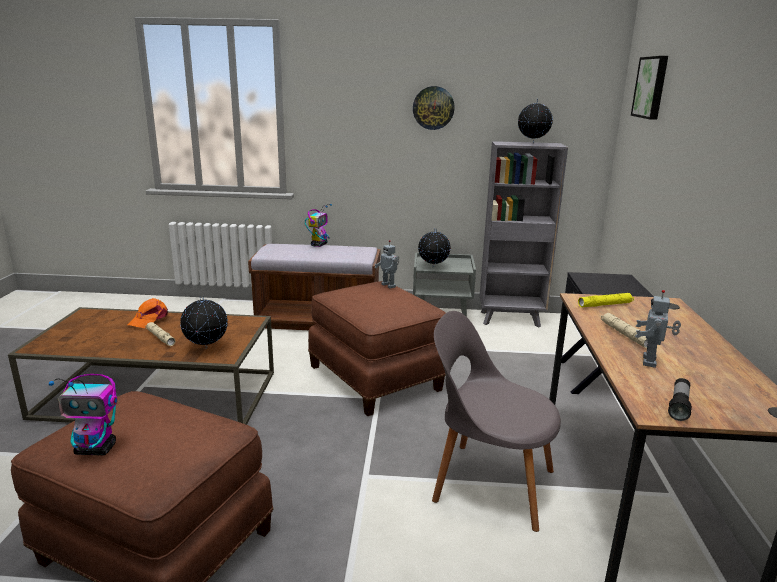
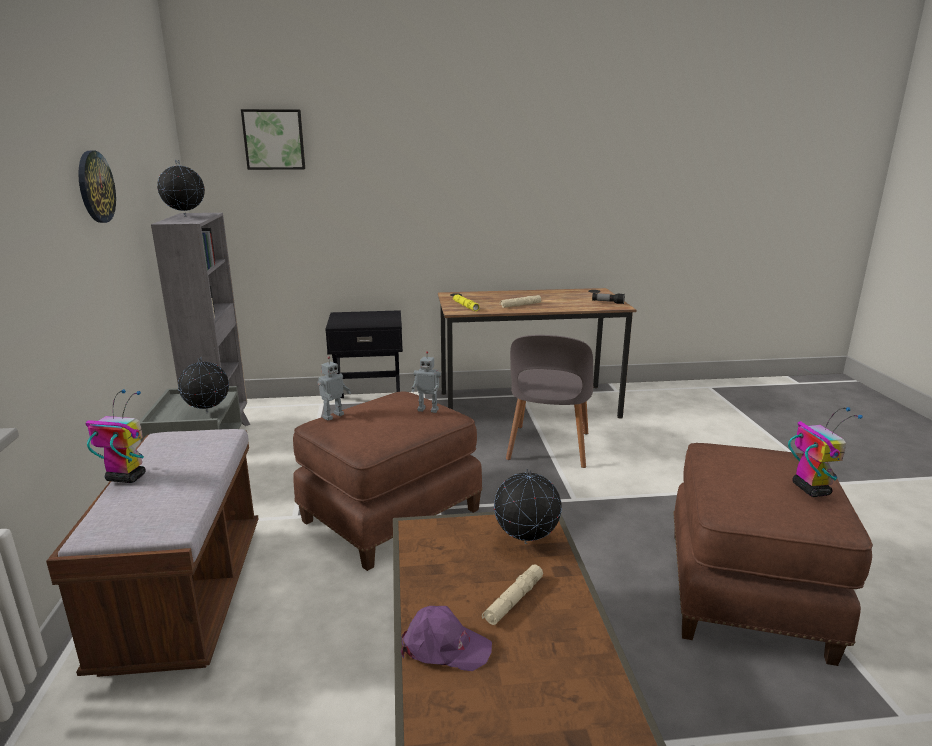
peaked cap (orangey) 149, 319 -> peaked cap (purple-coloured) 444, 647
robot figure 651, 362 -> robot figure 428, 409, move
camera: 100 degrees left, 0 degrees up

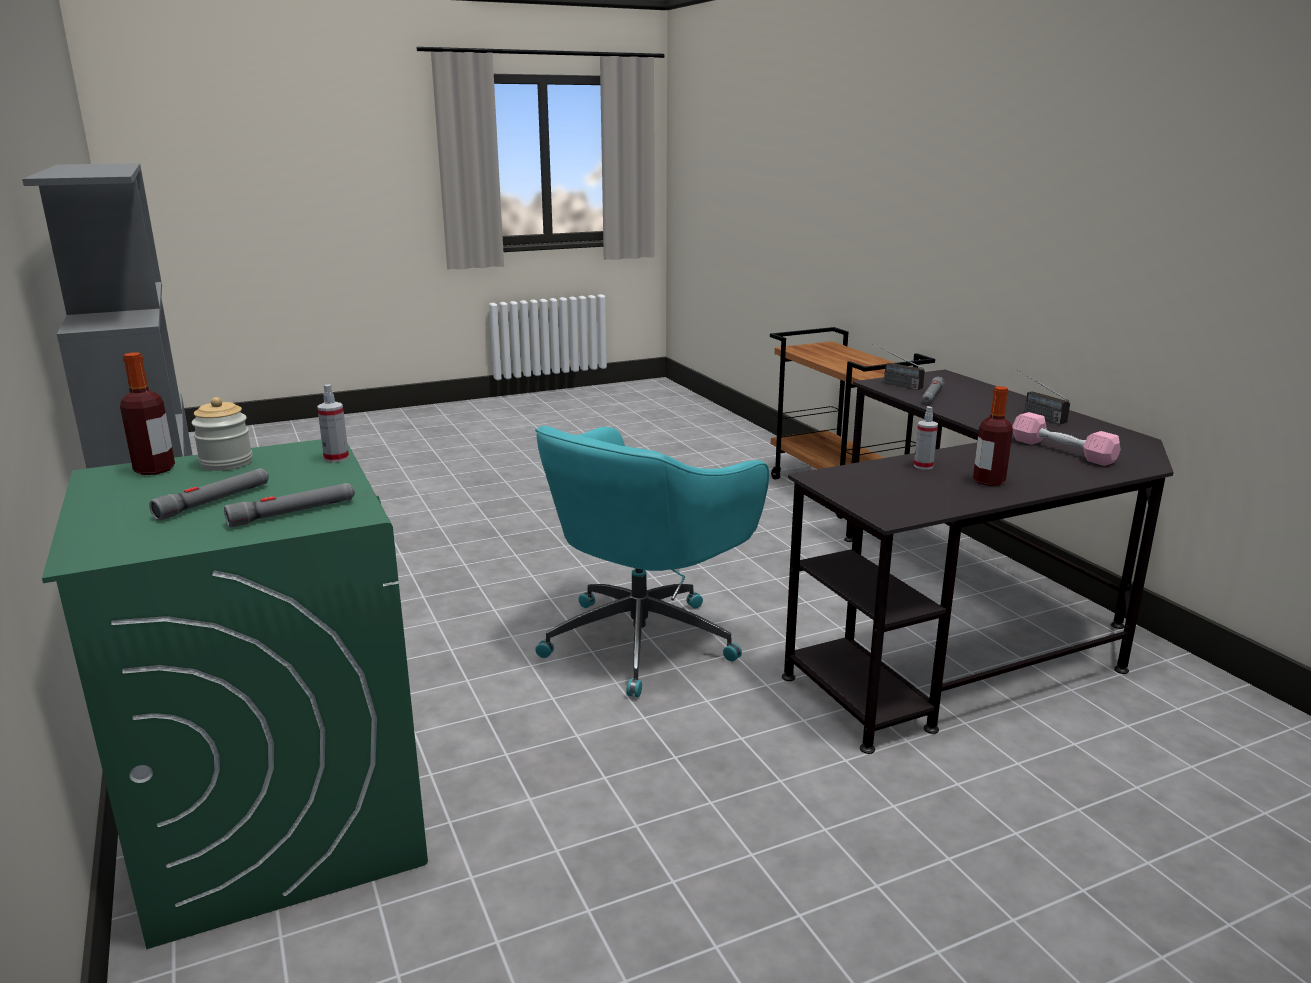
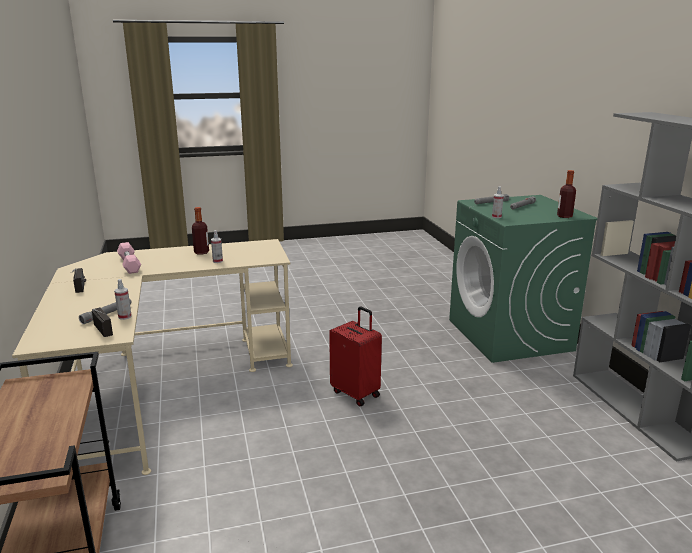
storage jar 226, 463 -> none
desk chair (turquoise) 644, 639 -> suitcase (red-coloured) 356, 393
desk (black-coloured) 962, 621 -> desk (beige) 162, 386
none -> spray bottle 125, 317
camera: 170 degrees left, 0 degrees up

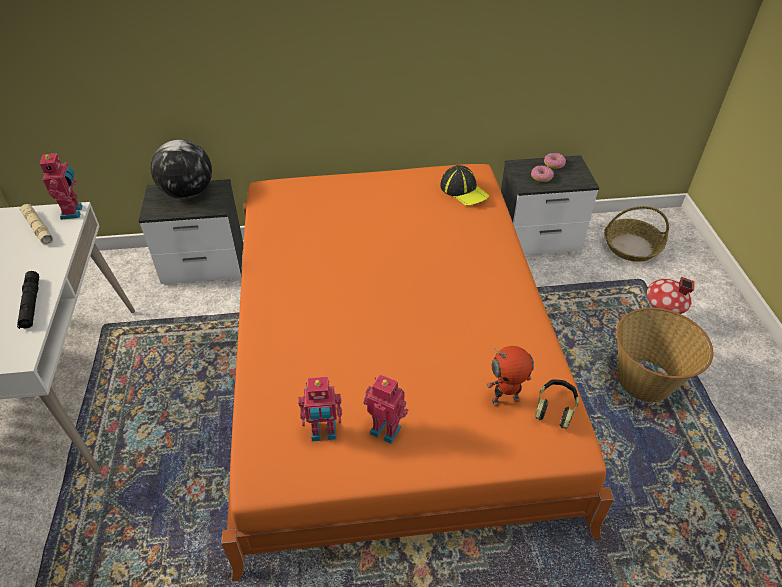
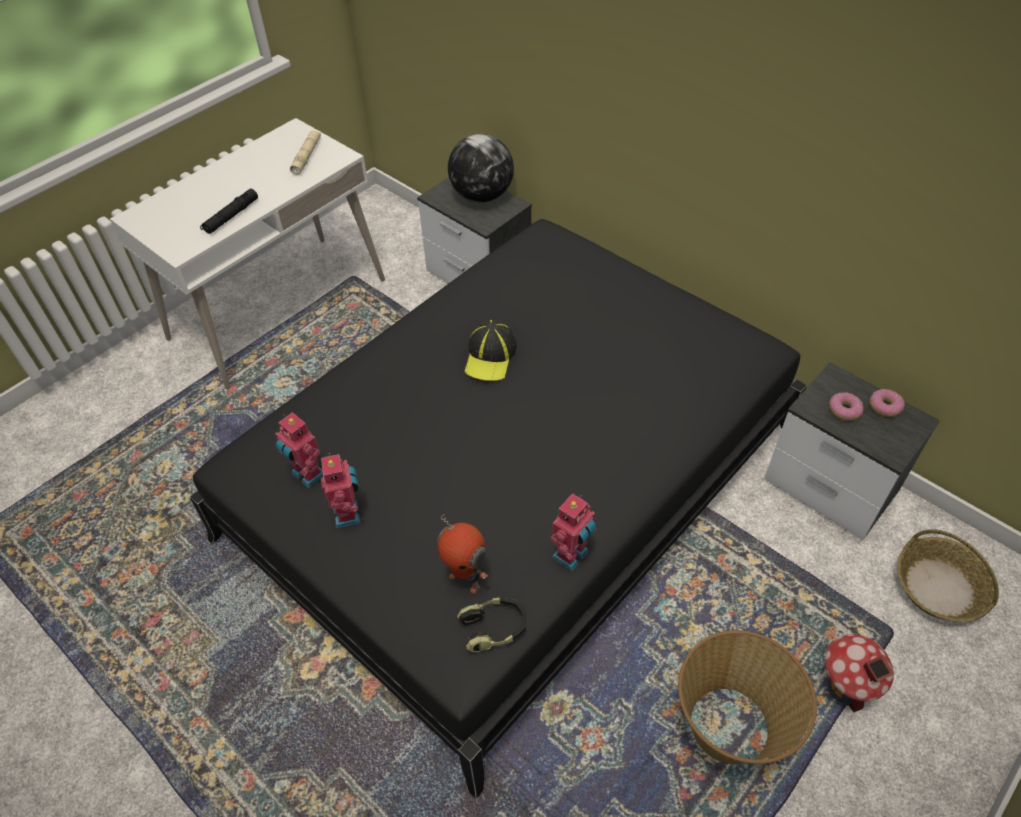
robot figure 73, 212 -> robot figure 572, 556, move
bed (orangey) 391, 362 -> bed (black-coloured) 512, 484
peaked cap 464, 191 -> peaked cap 490, 356, move
camera: 50 degrees right, 5 degrees up

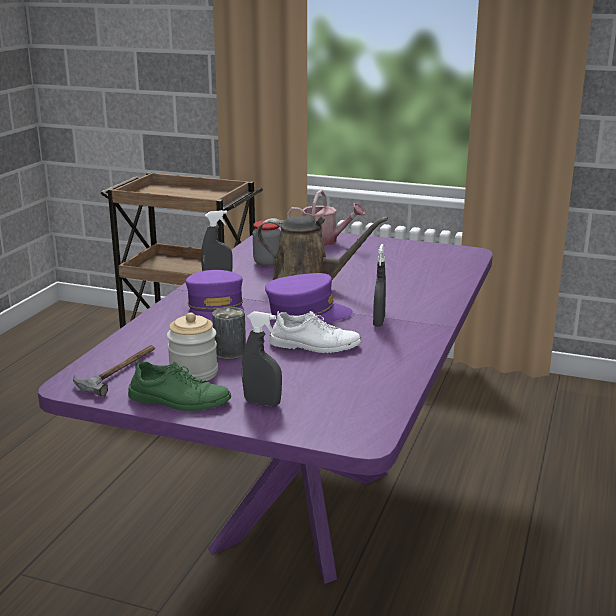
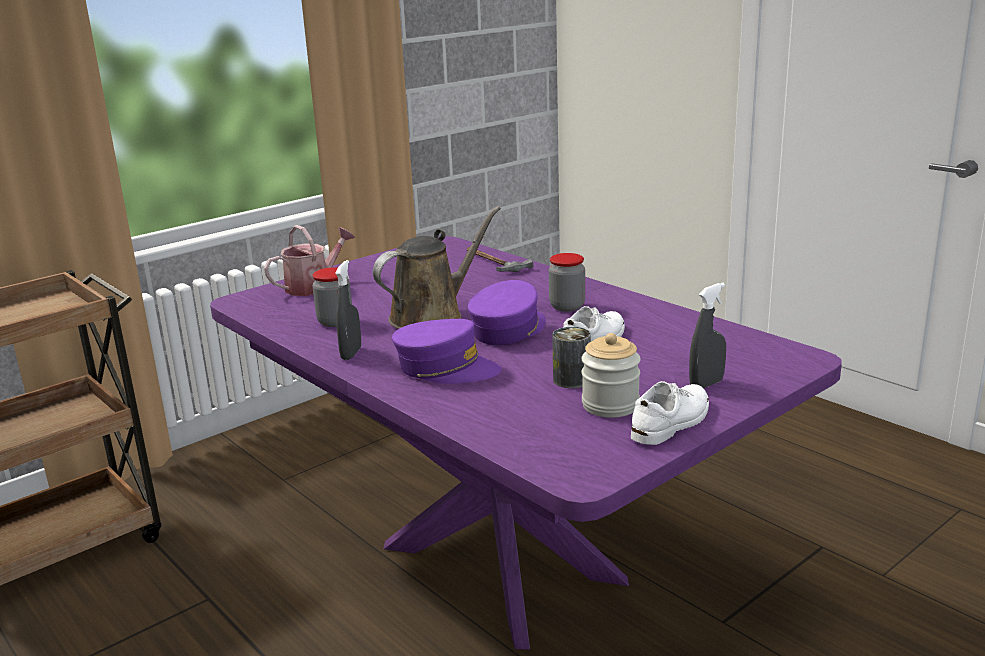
tool hammer 119, 371 -> tool hammer 492, 262, move
shoe (greenish) 179, 400 -> shoe (whitish) 671, 422
spray bottle (greyish) 379, 322 -> storage jar 567, 306
camera: 60 degrees left, 0 degrees up

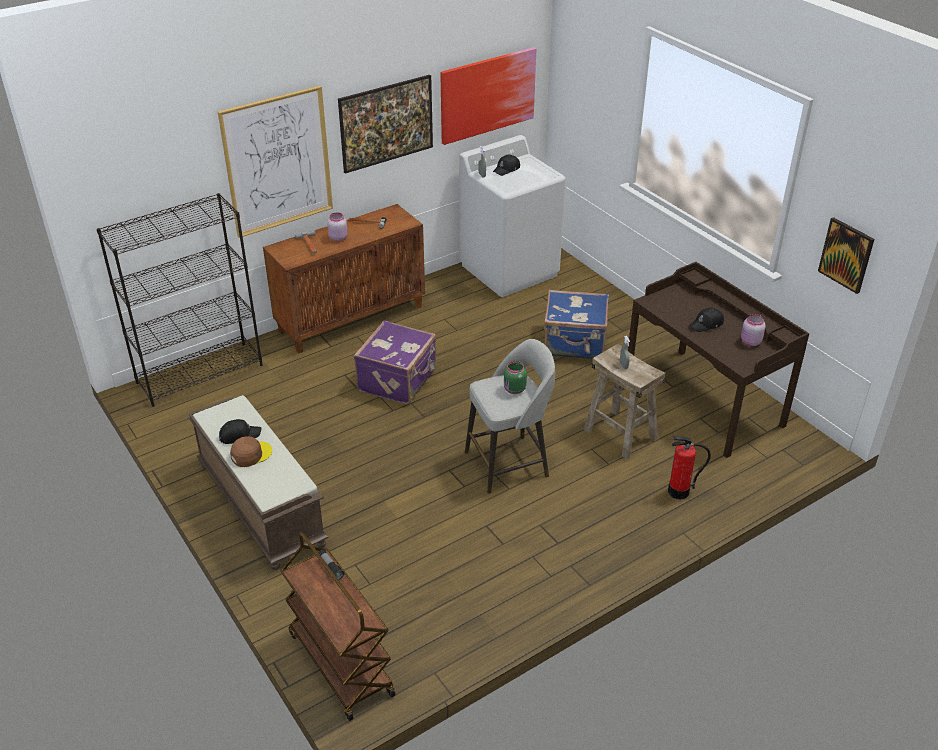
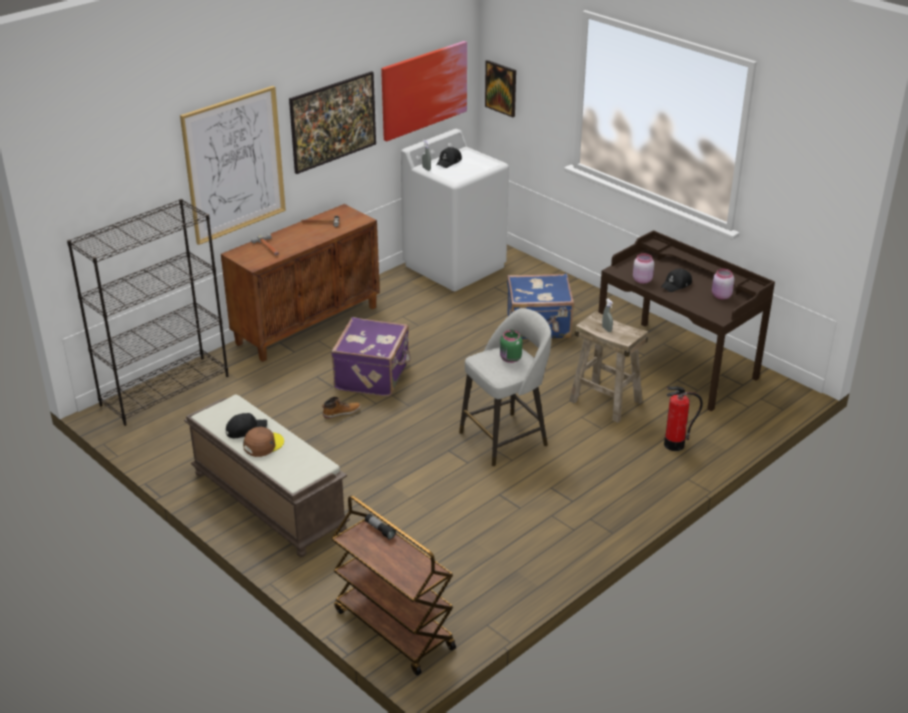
storage jar (pink-coloured) 338, 238 -> storage jar (pink-coloured) 642, 280, move
wall art 846, 255 -> wall art 501, 88, move
none -> tall boot 341, 412
camera: 10 degrees left, 5 degrees down

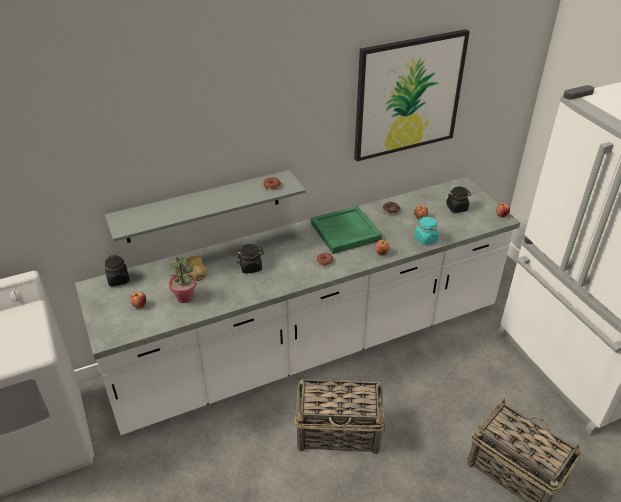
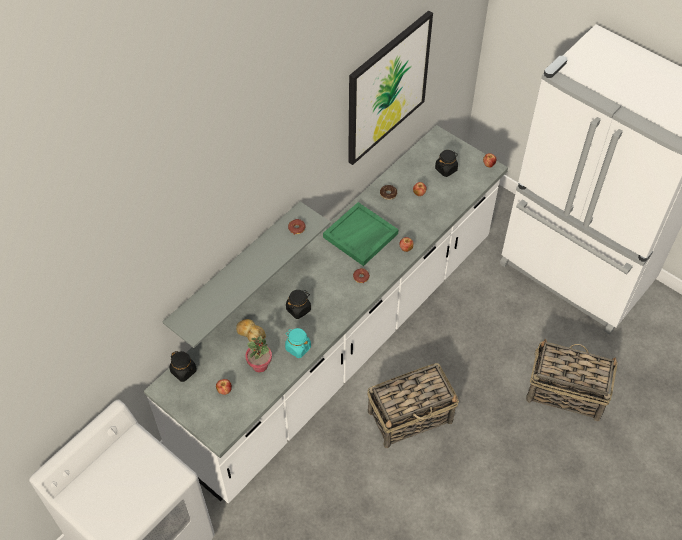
storage jar (turquoise) 425, 239 -> storage jar (turquoise) 298, 348, move
camera: 25 degrees left, 15 degrees up

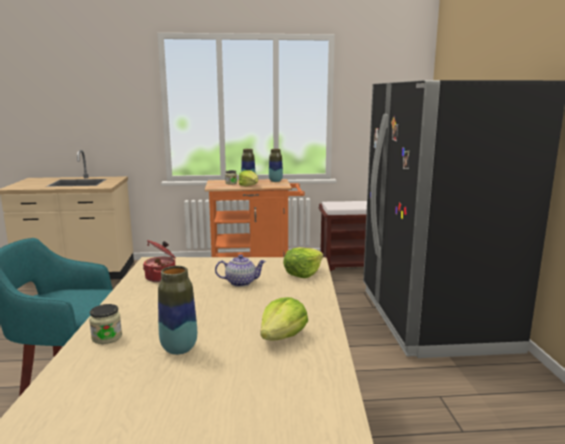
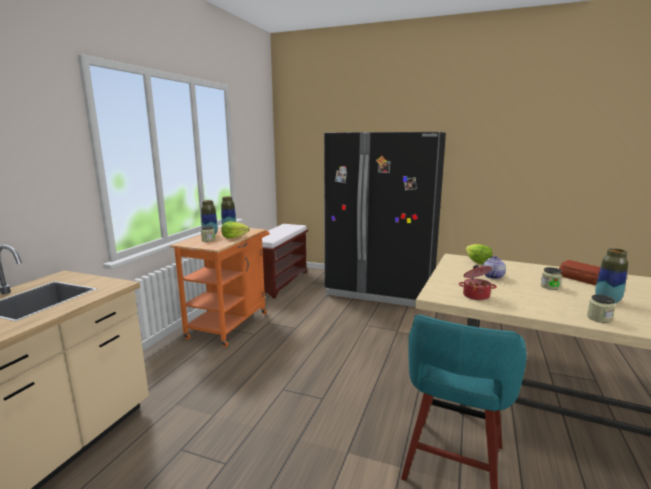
lettuce head 282, 336 -> bakery bread 580, 278
none -> storage jar 550, 287
camera: 65 degrees left, 0 degrees up

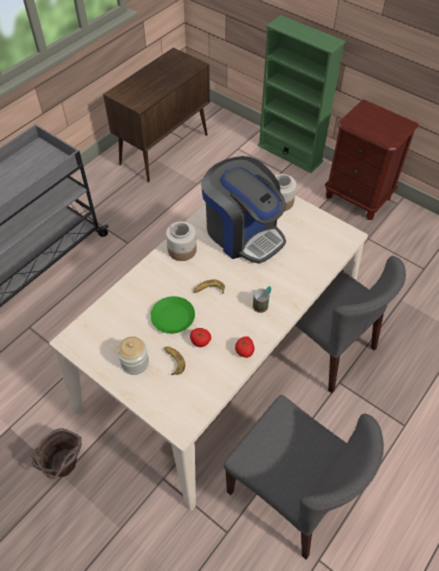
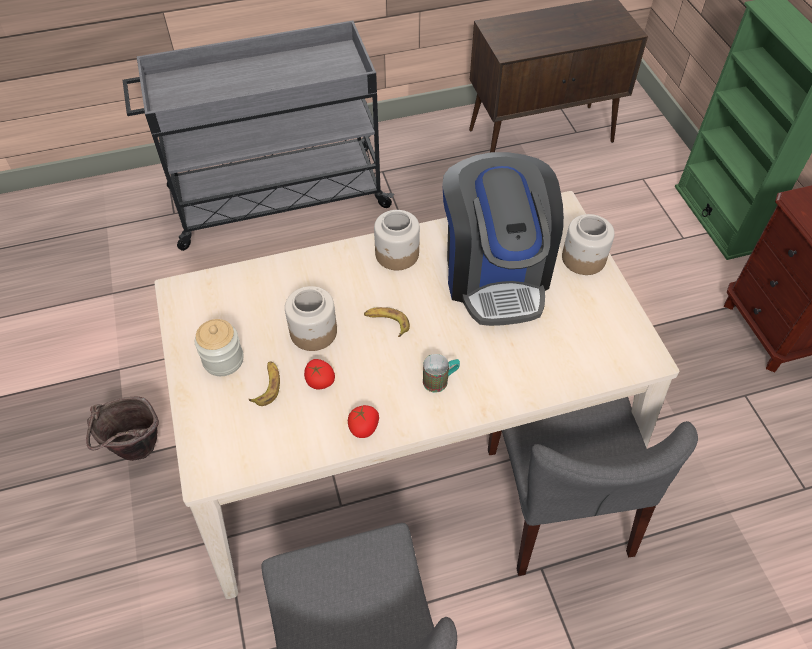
dinner plate (greenish) 173, 318 -> storage jar 313, 332
camera: 35 degrees right, 0 degrees up

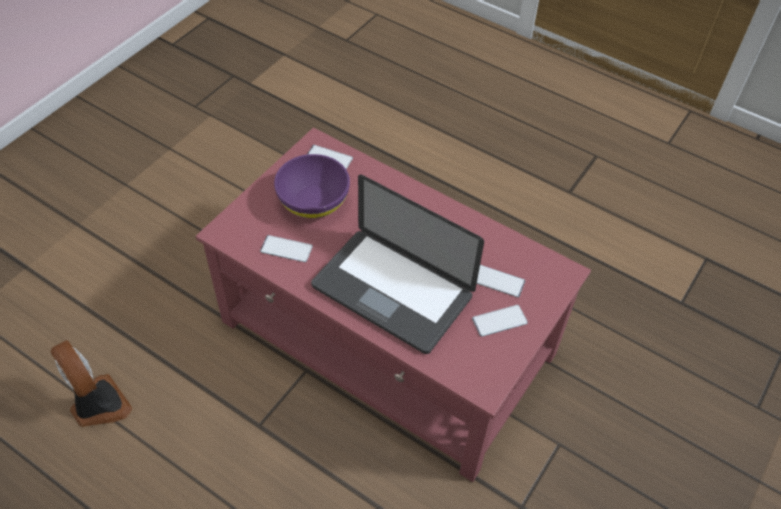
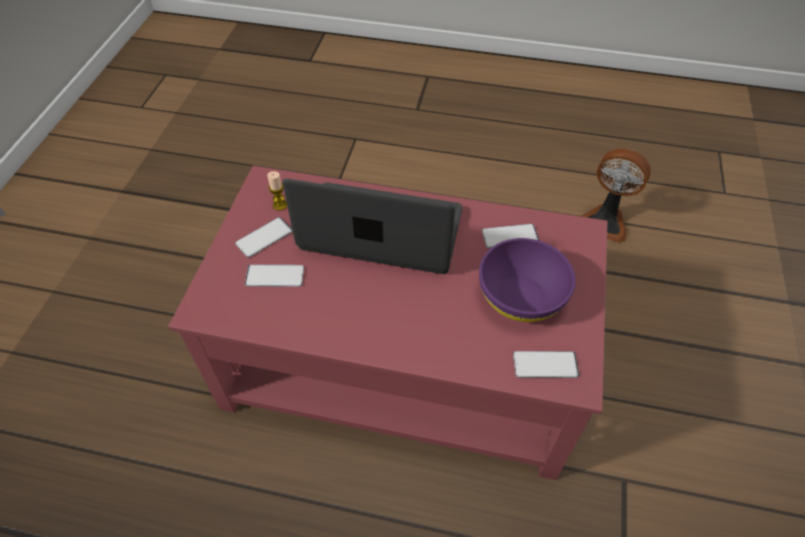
none -> wax light 280, 205
camera: 160 degrees right, 0 degrees up

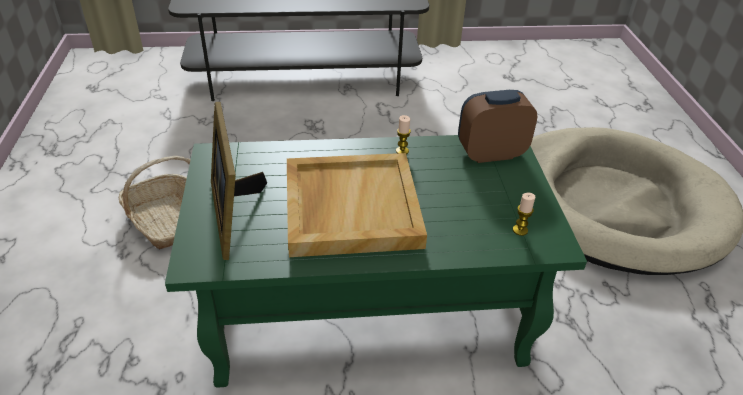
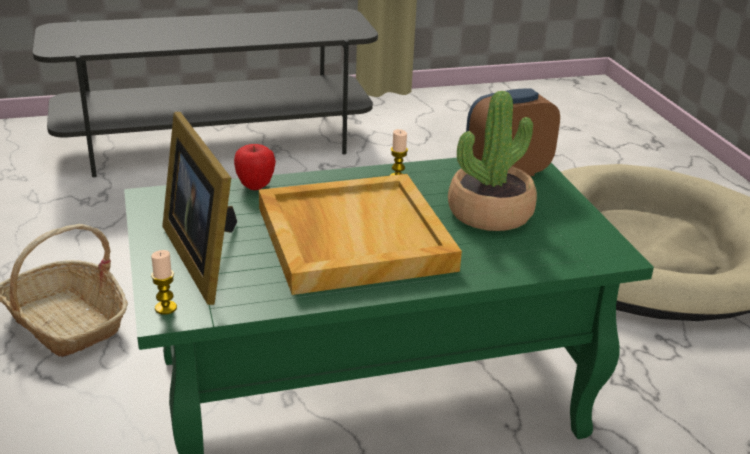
wax light 520, 230 -> wax light 166, 308, move
none -> whole apple 255, 186
none -> plant in a pot 490, 213
camera: 10 degrees left, 10 degrees down

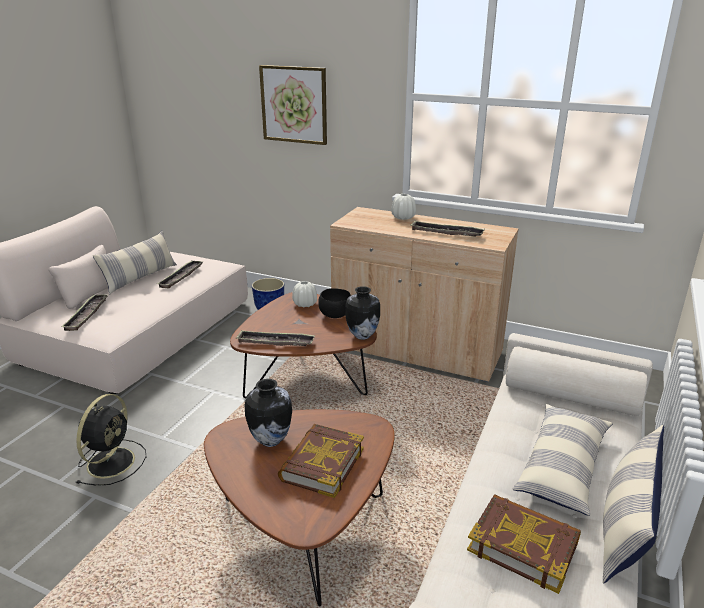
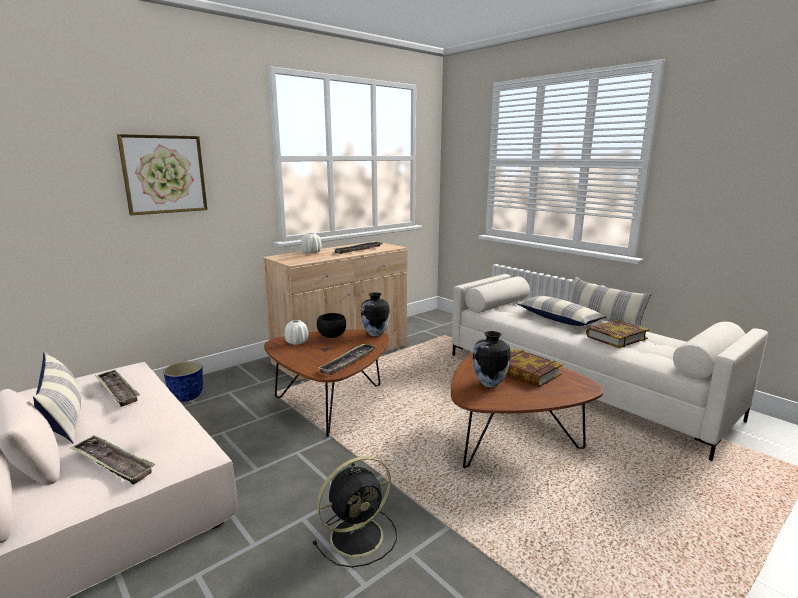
electric fan (black-coloured) 112, 461 -> electric fan (black-coloured) 359, 535, 105 degrees clockwise
camera: 65 degrees left, 10 degrees down

